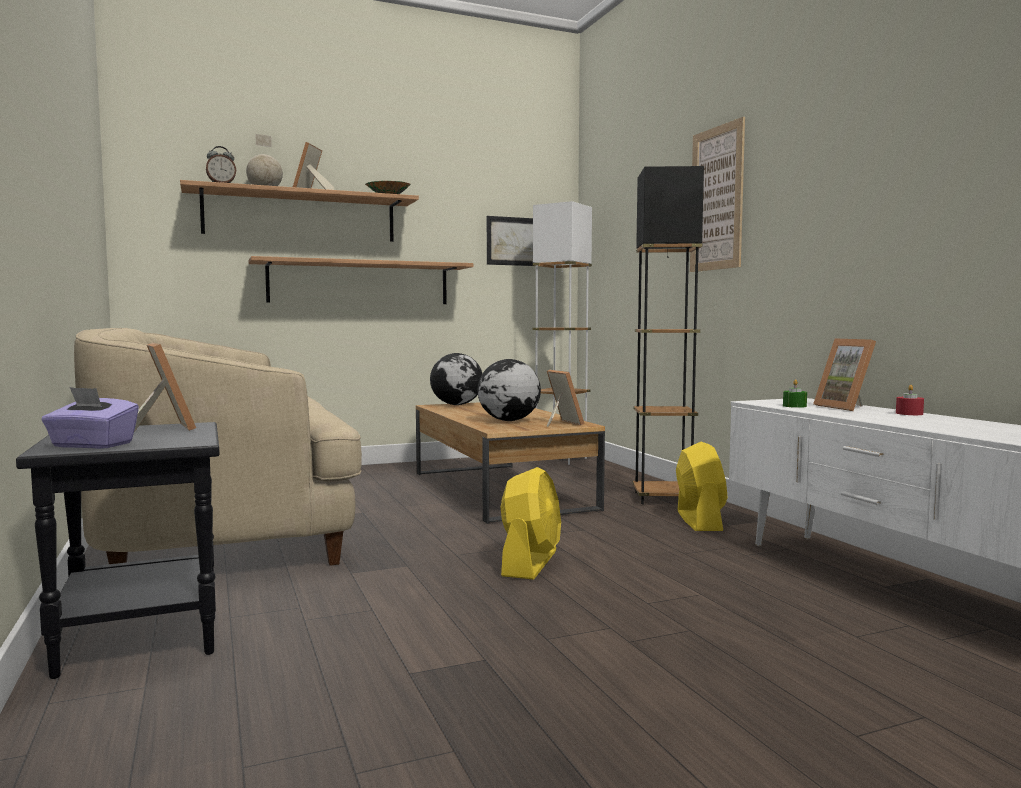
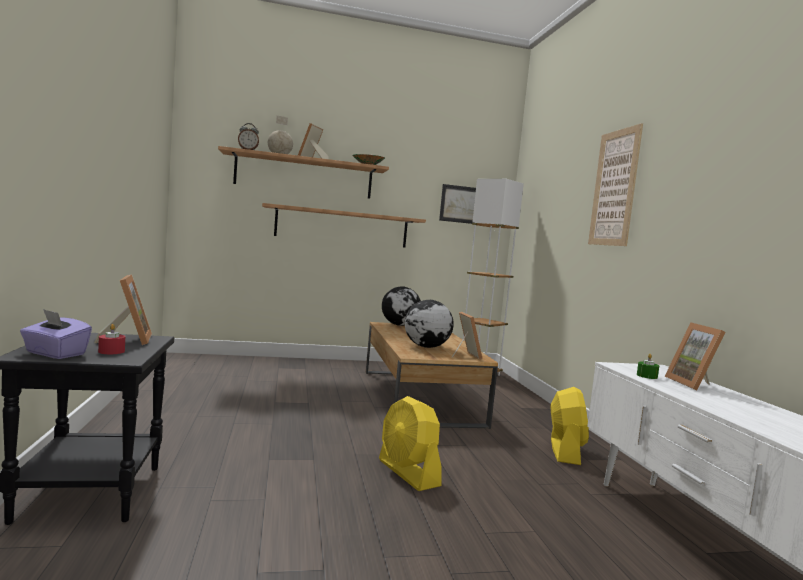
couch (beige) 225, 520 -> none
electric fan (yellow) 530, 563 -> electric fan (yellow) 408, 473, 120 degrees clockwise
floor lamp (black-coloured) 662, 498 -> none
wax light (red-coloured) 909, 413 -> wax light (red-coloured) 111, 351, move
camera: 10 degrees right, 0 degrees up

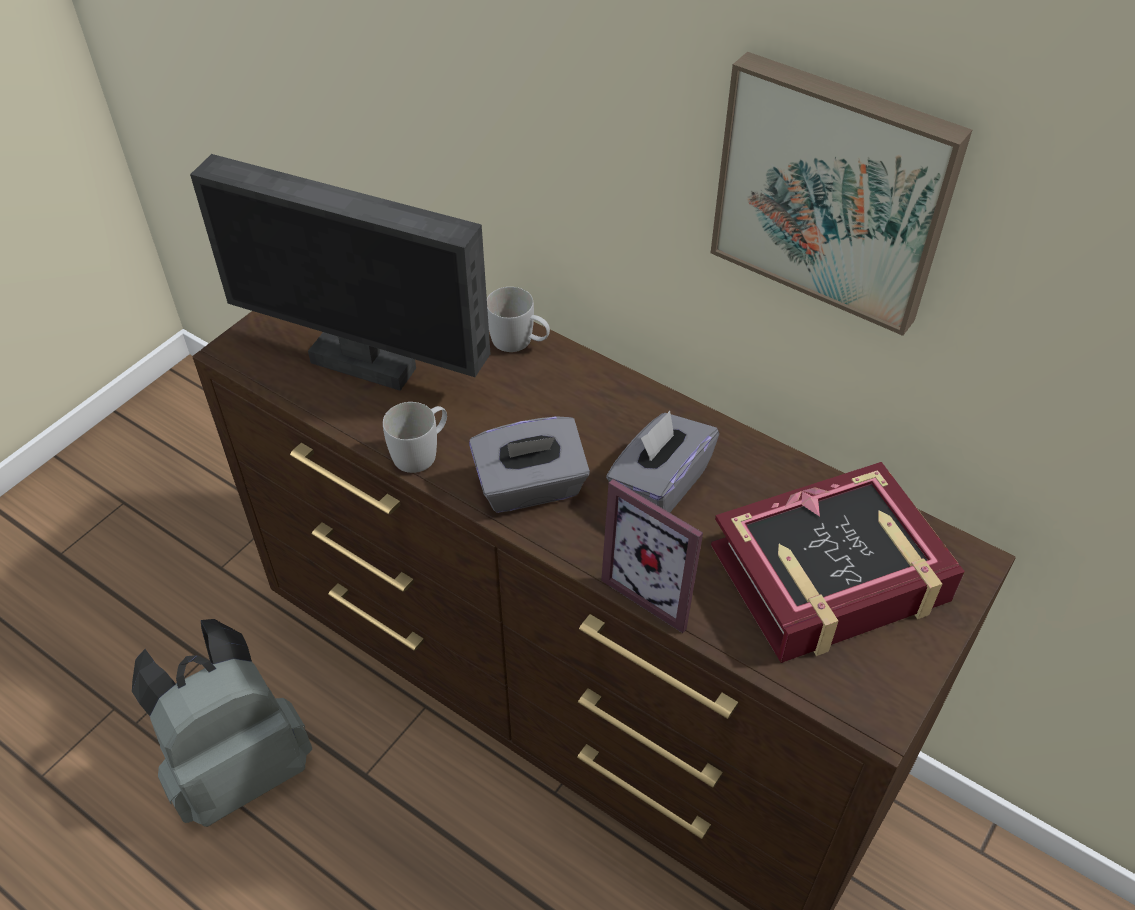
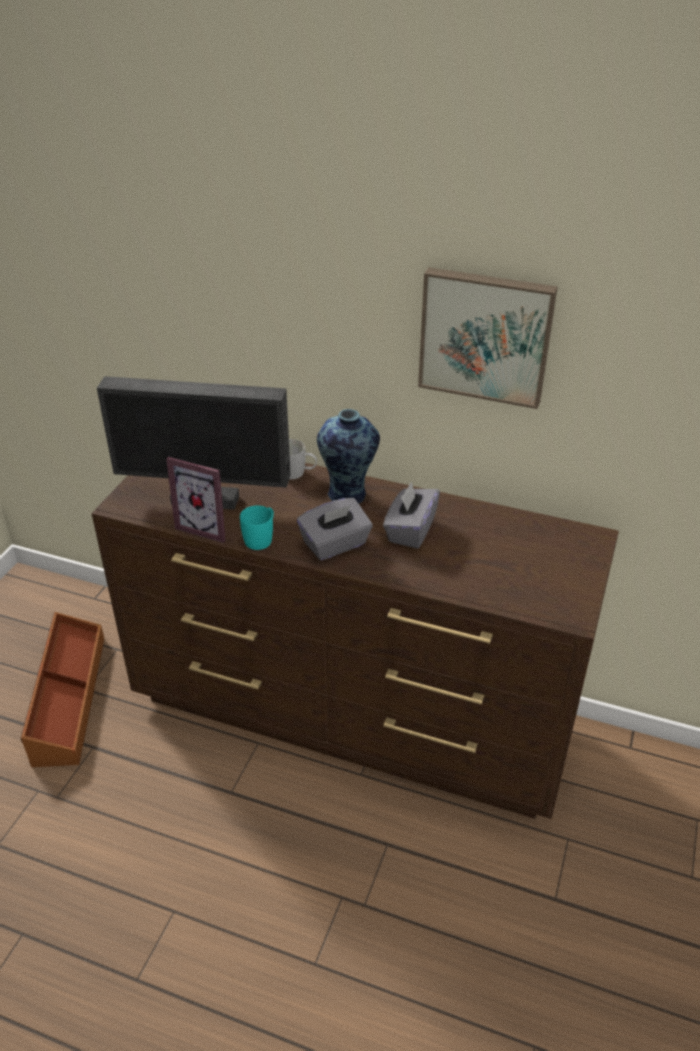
rucksack (greyish) 239, 767 -> none
tea mug (whitish) 421, 451 -> tea mug (turquoise) 261, 538
standing frame 658, 587 -> standing frame 207, 526, move
volume 830, 575 -> none
none -> storage container (brownish) 68, 698
none -> vase 348, 496
camera: 15 degrees left, 10 degrees down

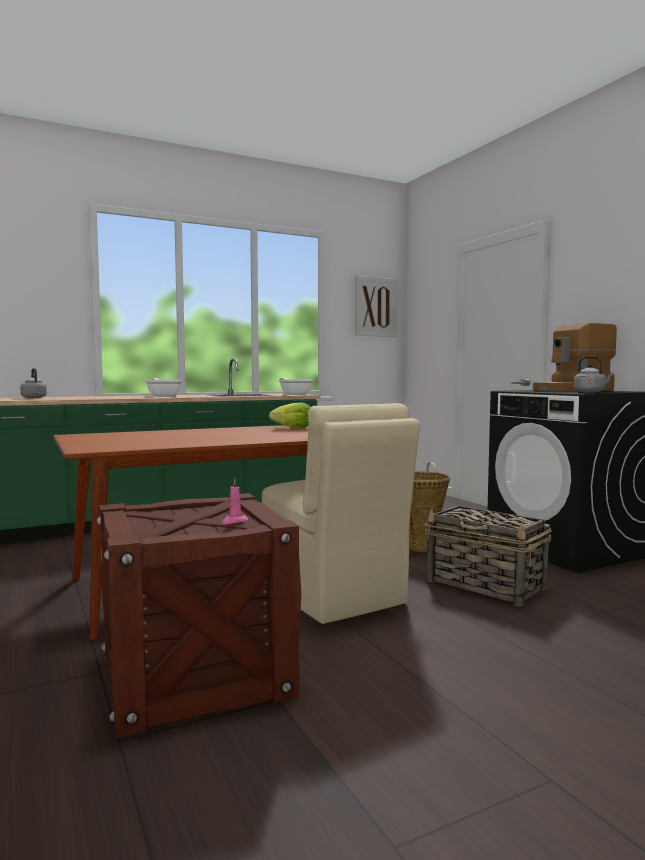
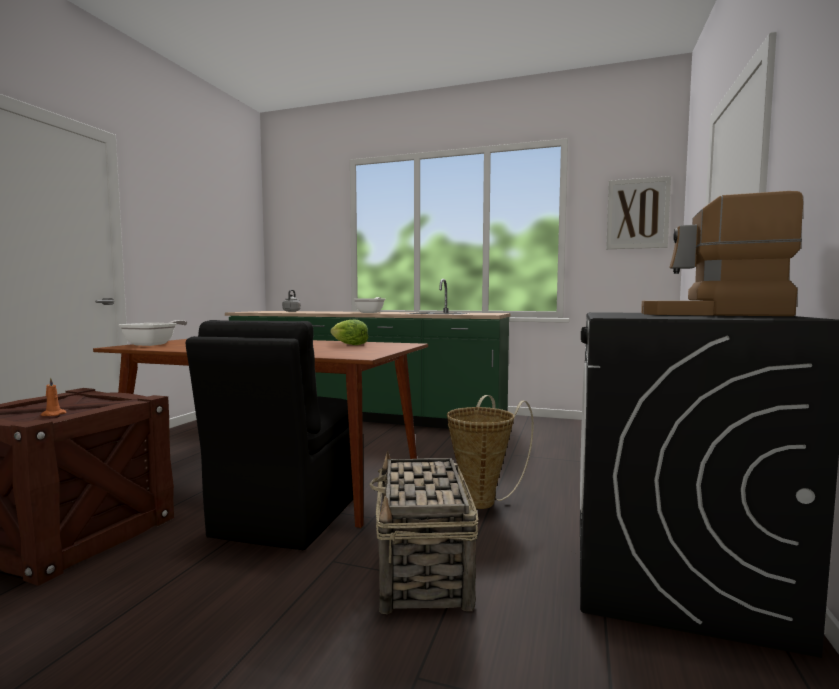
wax light (pink-coloured) 234, 521 -> wax light (orangey) 52, 414
upright chair (beige) 332, 594 -> upright chair (black-coloured) 287, 516
frying pan 294, 394 -> frying pan 154, 344, move
water kettle (greyish) 591, 392 -> none
camera: 45 degrees right, 0 degrees up

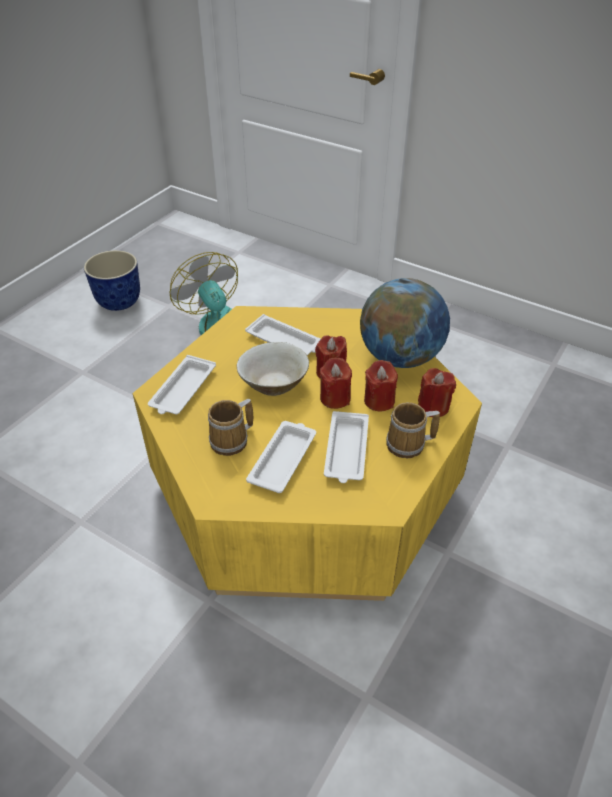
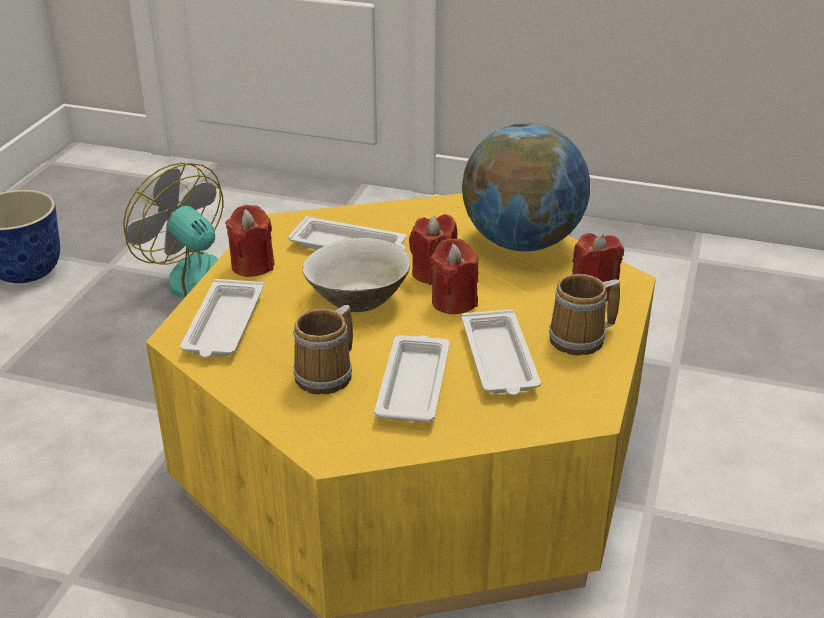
wax light (red-coloured) 379, 400 -> wax light (red-coloured) 252, 265, move
camera: 15 degrees left, 10 degrees down

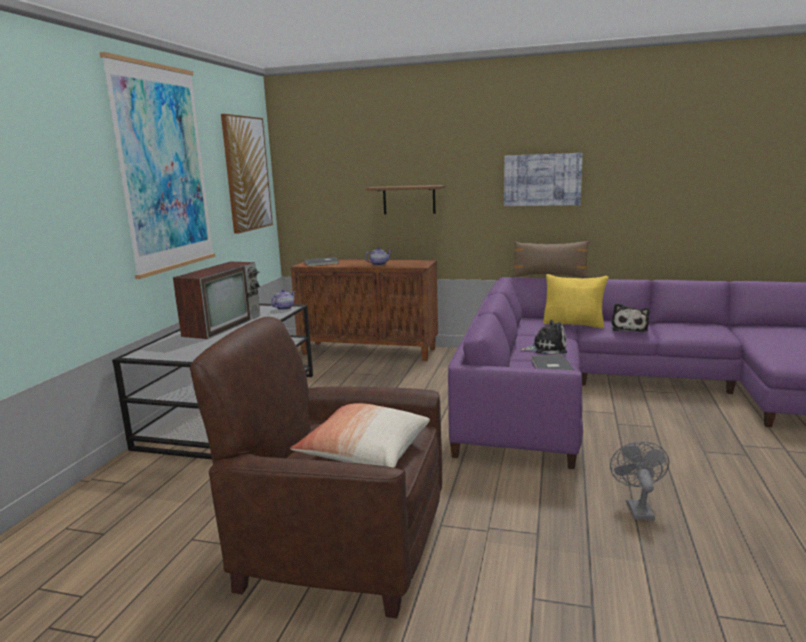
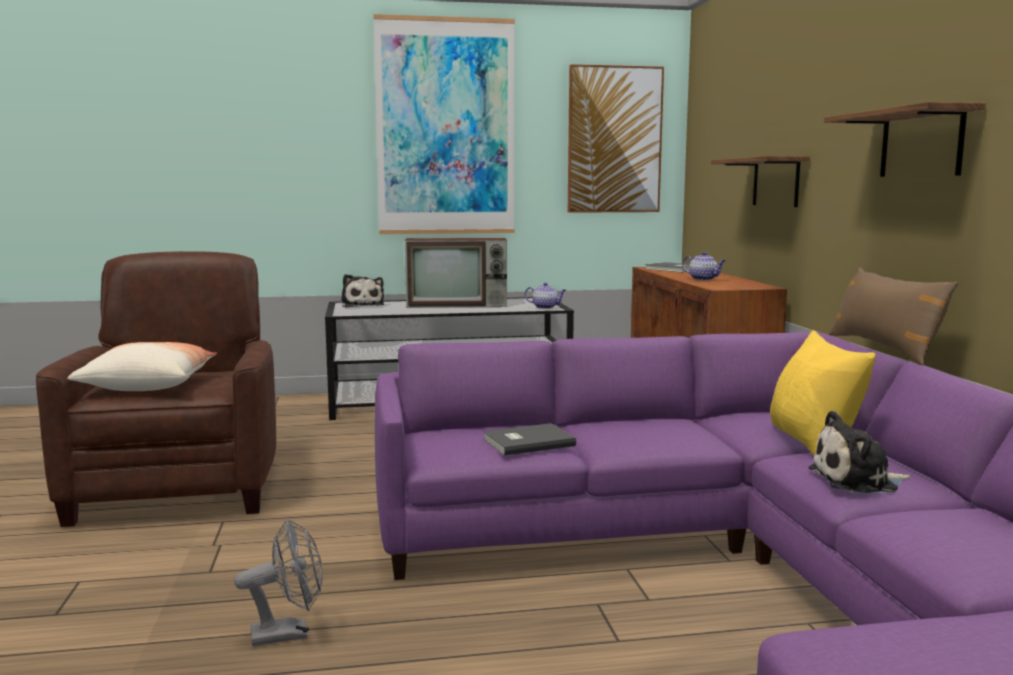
wall art 542, 180 -> bracket shelf 921, 143
plush toy 546, 349 -> plush toy 362, 305, move
camera: 65 degrees right, 5 degrees down

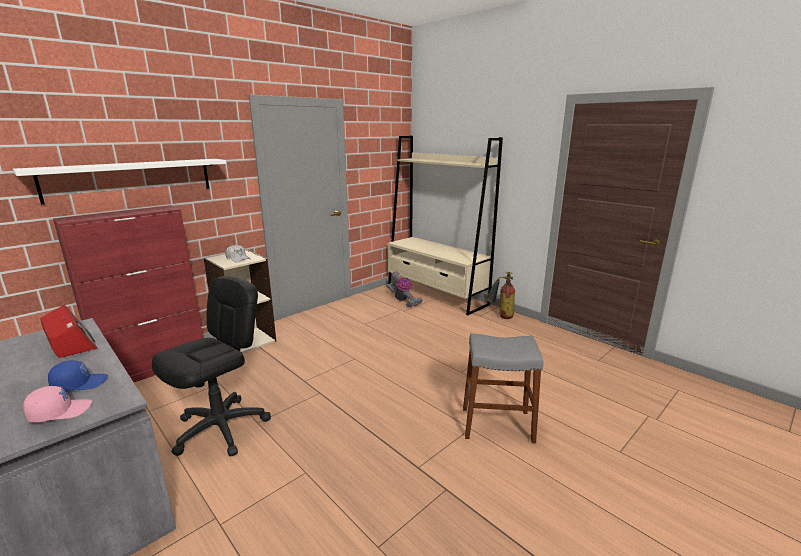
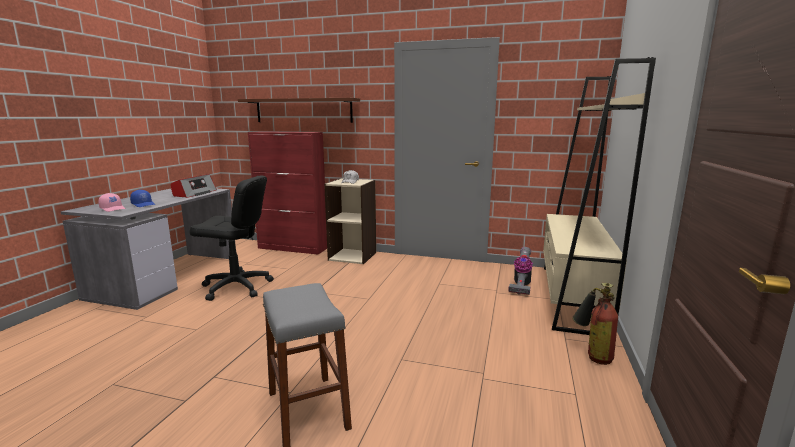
bracket shelf (whitish) 131, 179 -> bracket shelf (brownish) 303, 110
camera: 60 degrees right, 5 degrees down

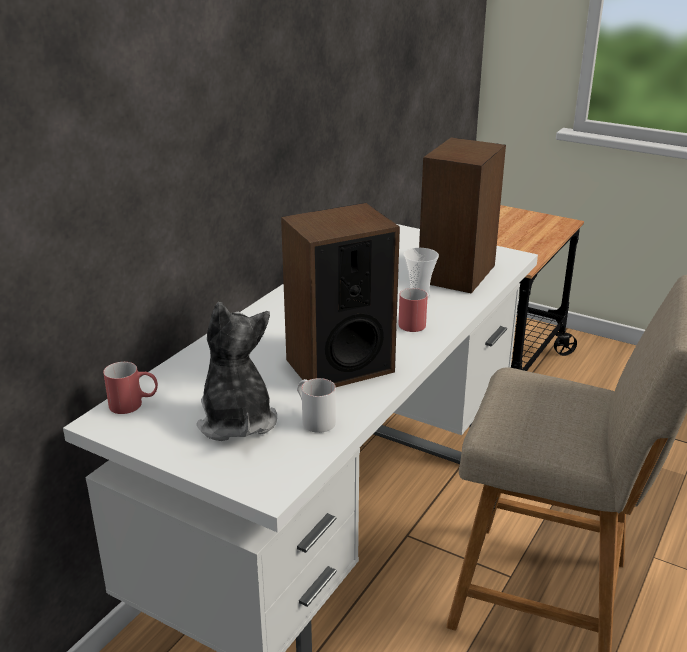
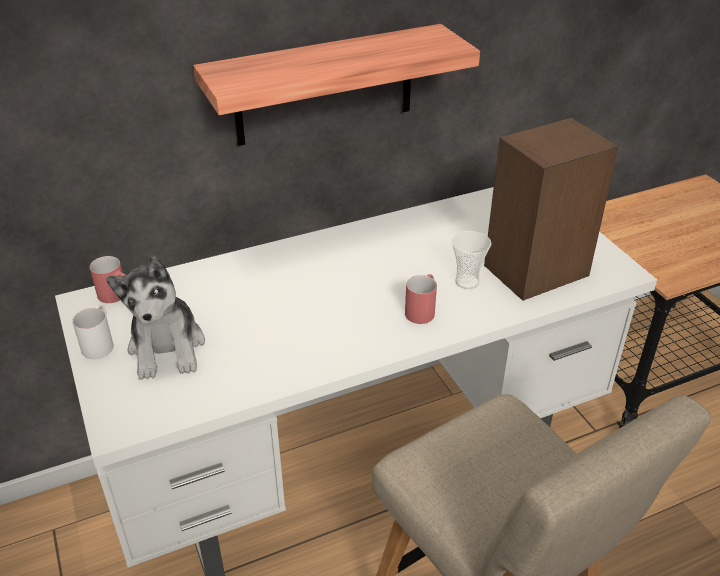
plush toy 236, 420 -> plush toy 167, 347, 150 degrees clockwise
audio speaker 339, 365 -> none
tea mug (whitish) 314, 418 -> tea mug (whitish) 100, 343, move
none -> bracket shelf 324, 86
camera: 35 degrees right, 10 degrees up

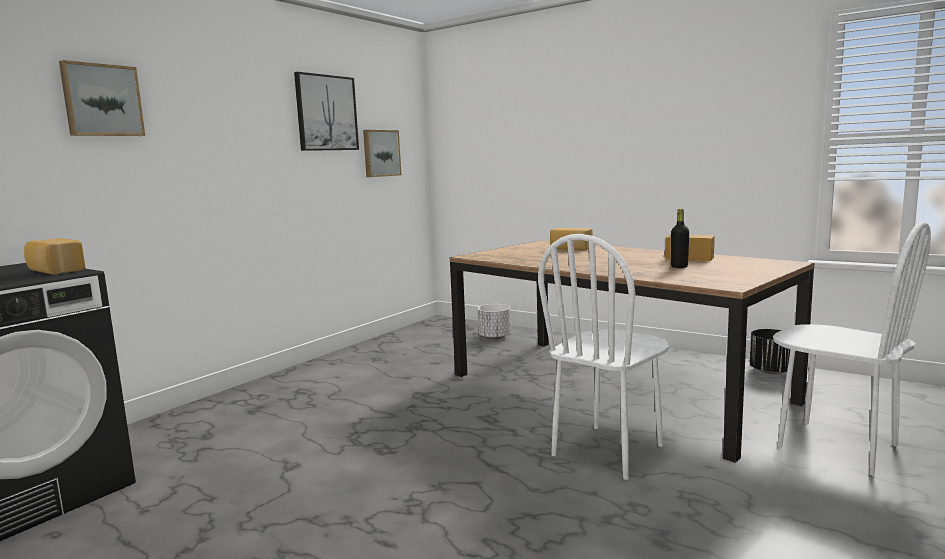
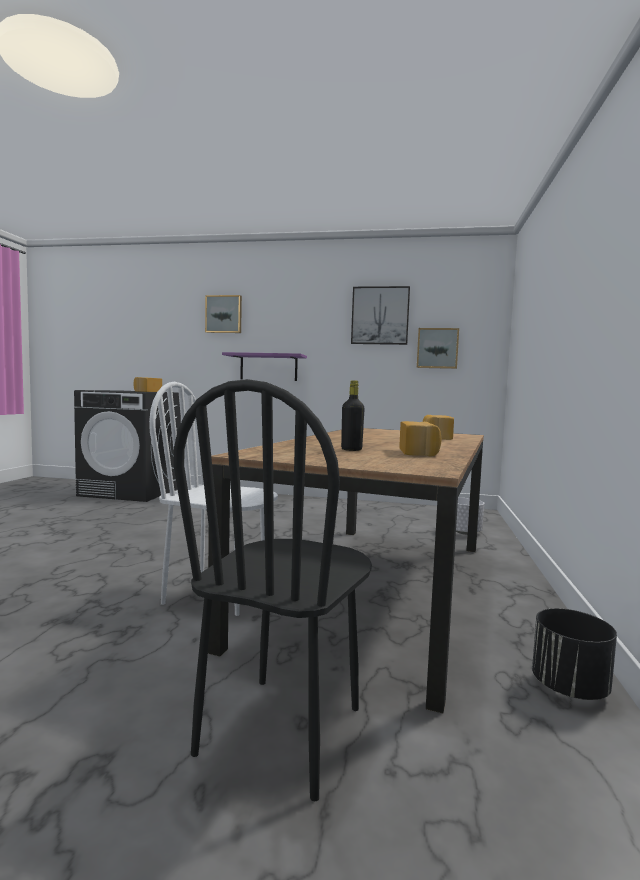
upright chair (whitish) 836, 446 -> upright chair (black-coloured) 282, 731
none -> bracket shelf (purple-coloured) 268, 367
camera: 65 degrees right, 5 degrees down

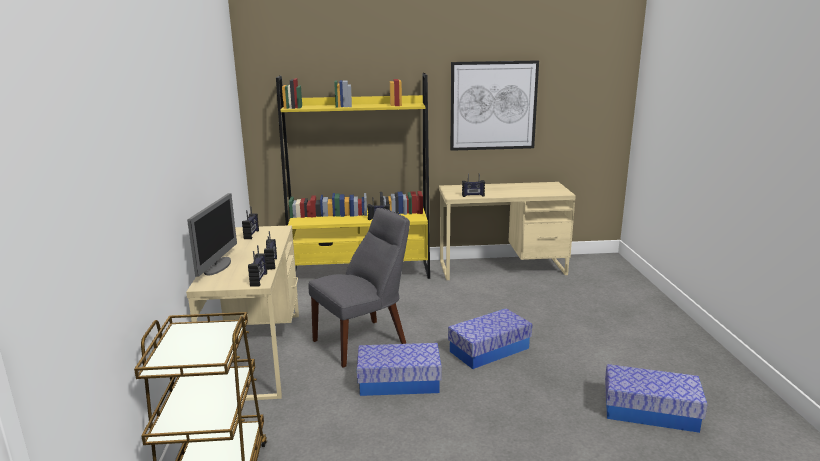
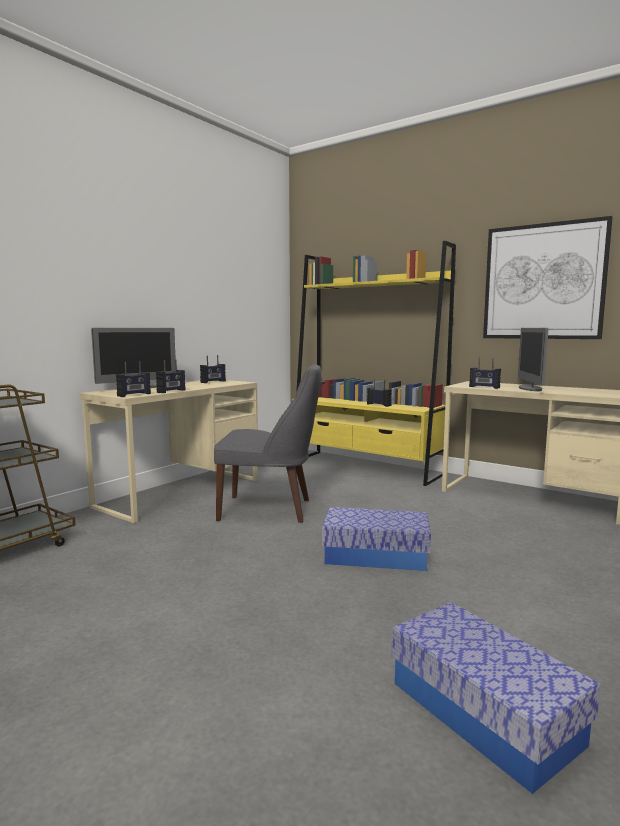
storage container 399, 382 -> none
none -> computer display 530, 388
camera: 40 degrees right, 10 degrees down

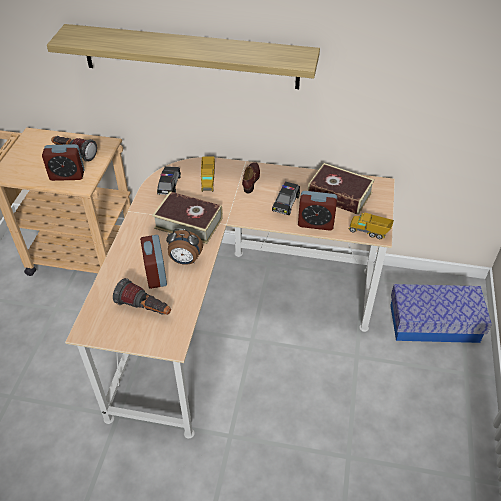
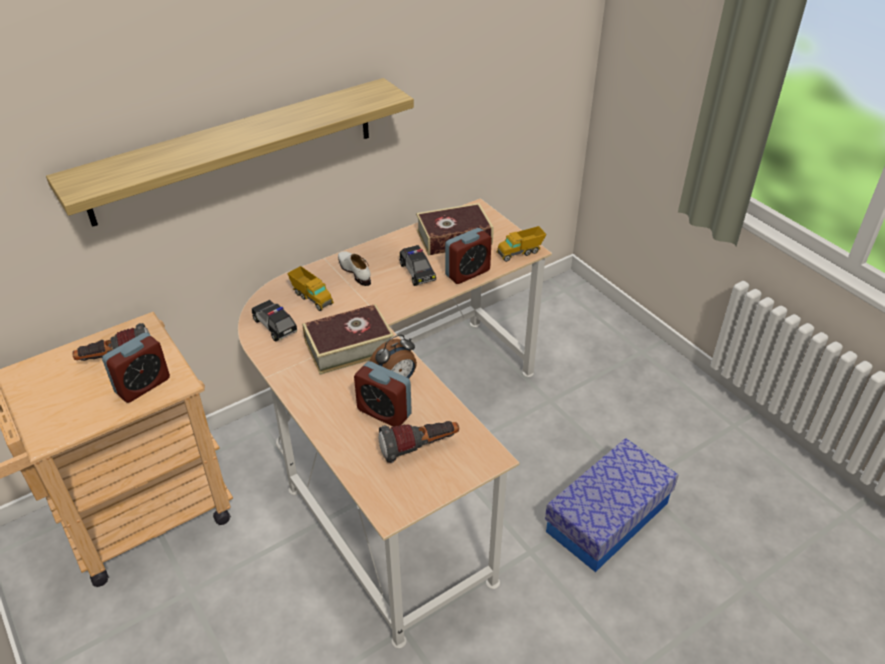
shoe (brownish) 251, 179 -> shoe (whitish) 354, 271
storage container 434, 323 -> storage container 607, 517, move
camera: 45 degrees left, 5 degrees down

